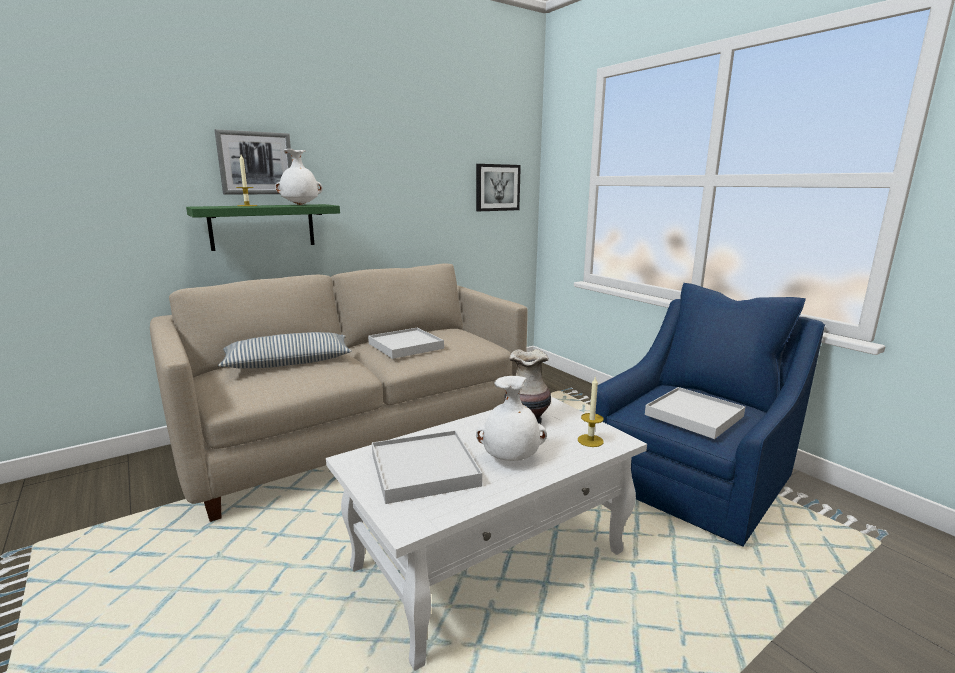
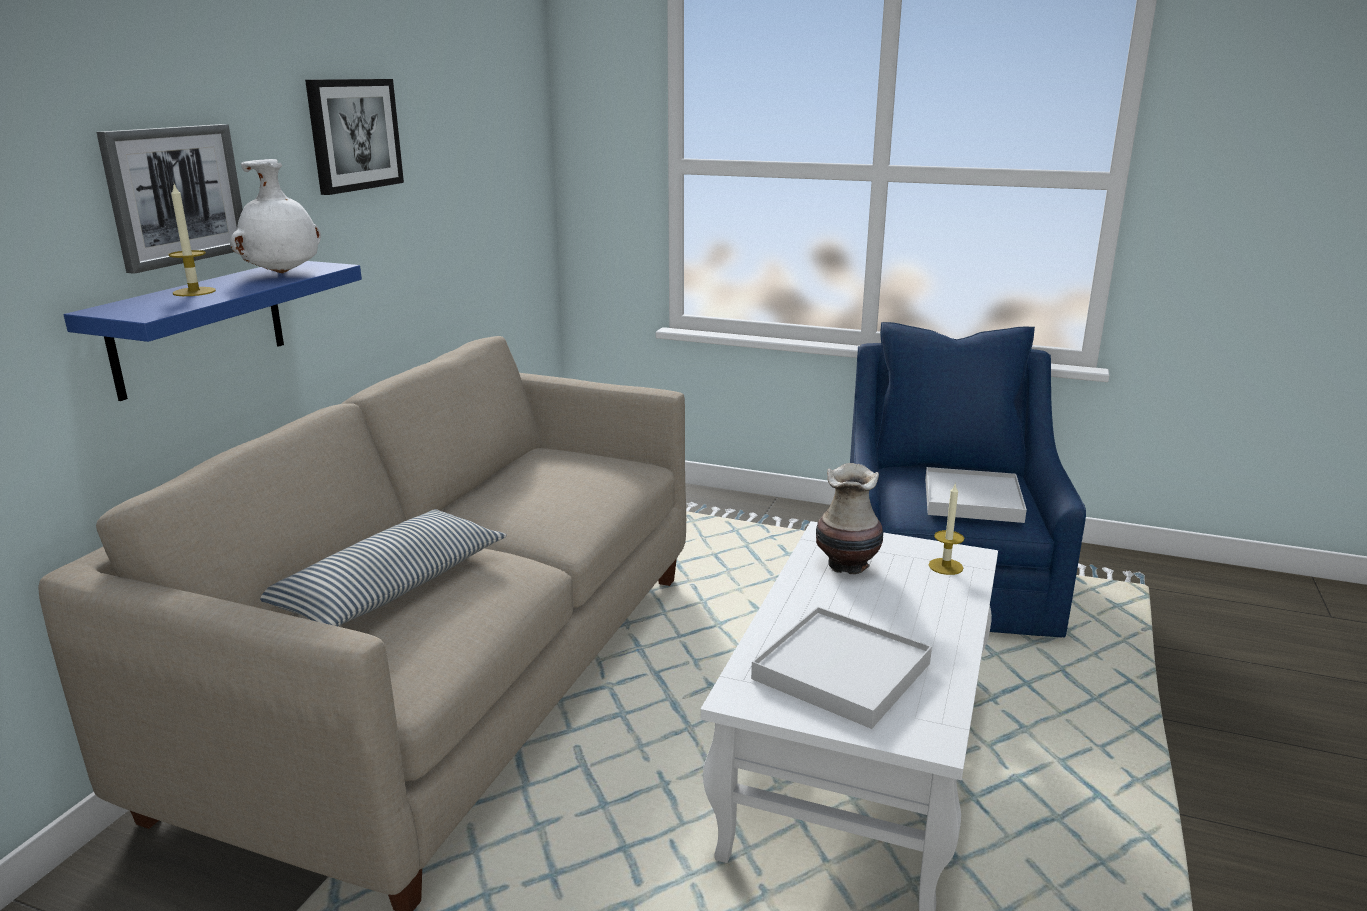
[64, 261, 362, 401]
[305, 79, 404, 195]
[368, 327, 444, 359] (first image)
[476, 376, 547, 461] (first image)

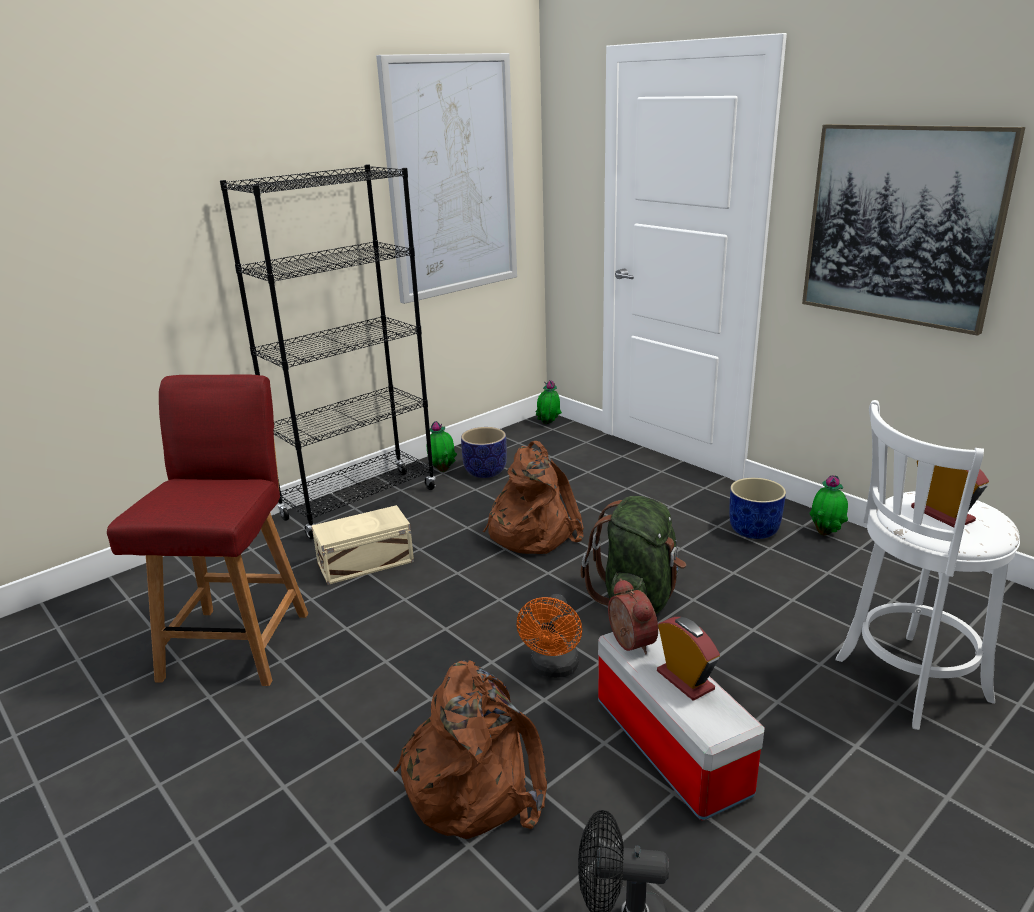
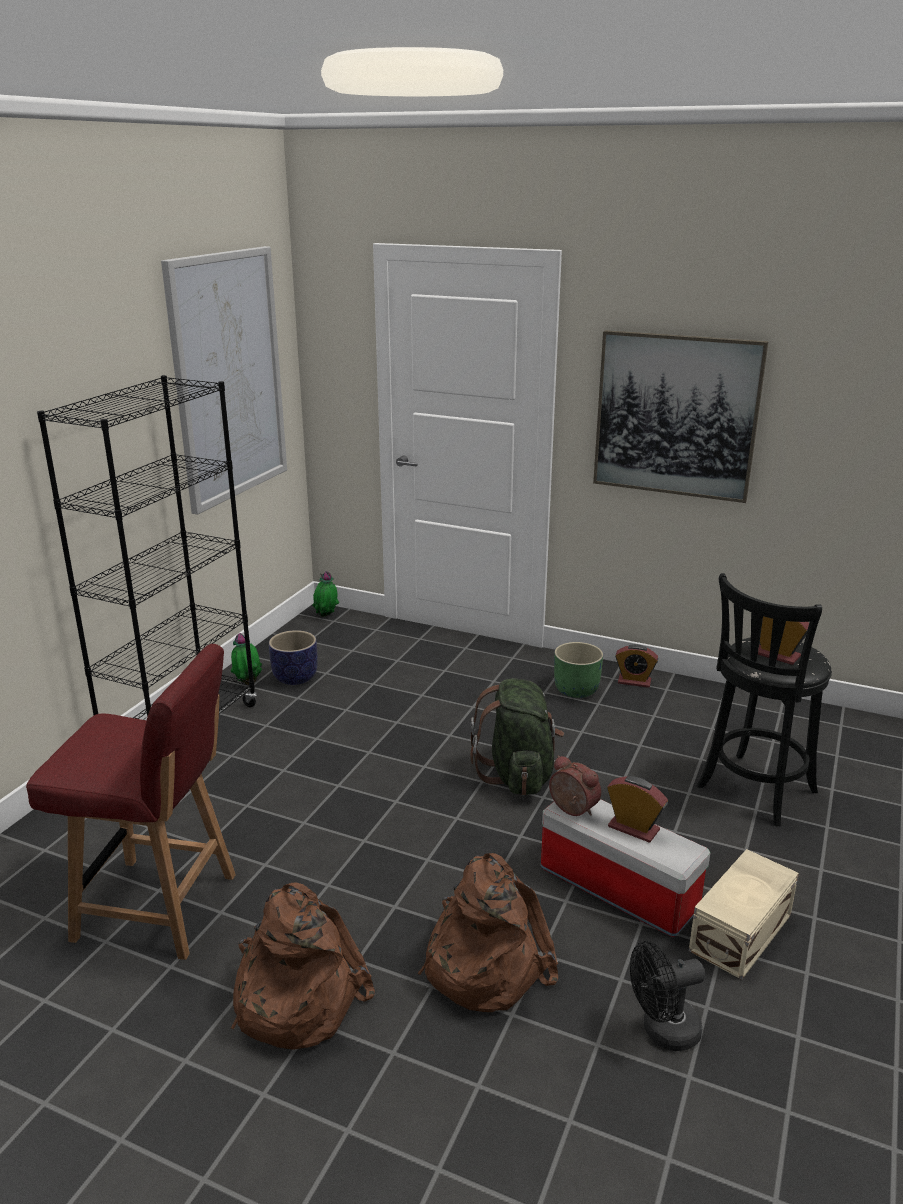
[26, 644, 236, 960]
[231, 883, 375, 1050]
[554, 642, 603, 698]
[615, 644, 658, 688]
[689, 849, 799, 980]
[697, 573, 832, 826]
[517, 594, 582, 678] (first image)

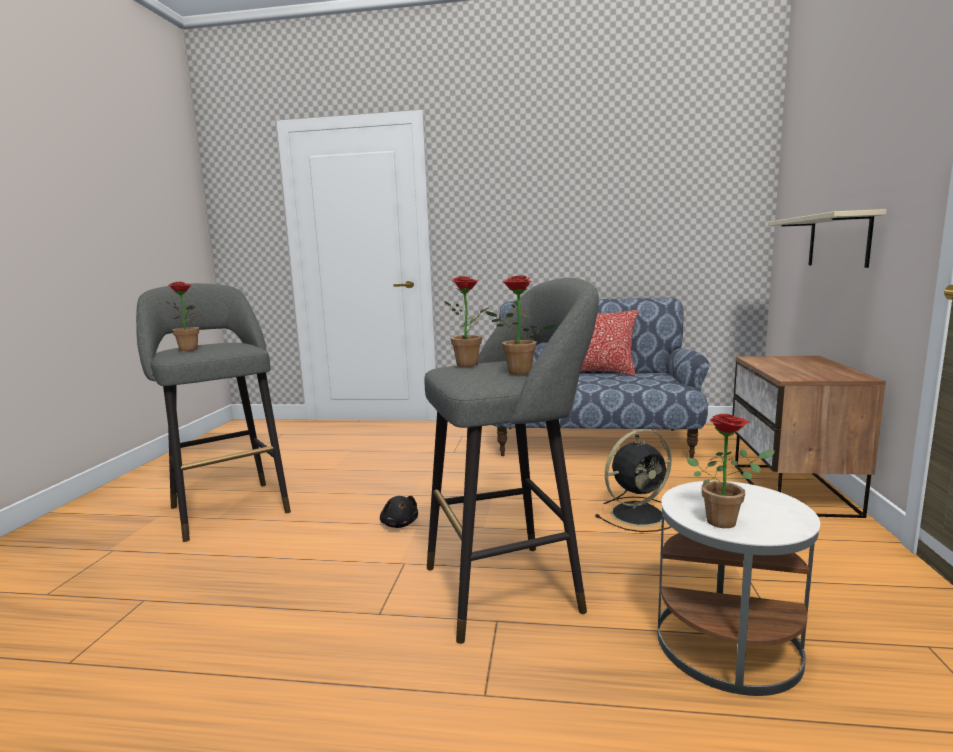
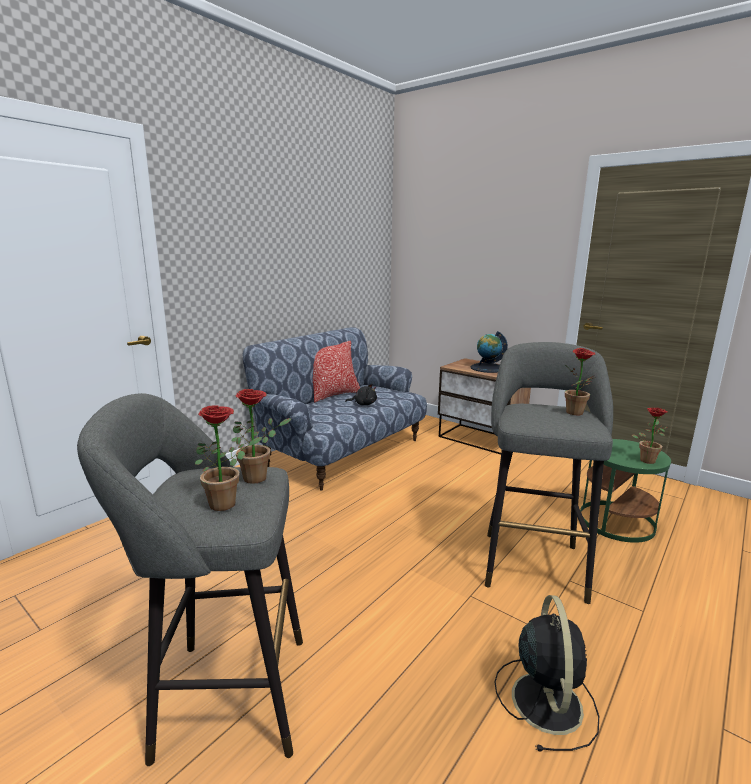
[232, 389, 291, 484]
[345, 384, 377, 405]
[471, 331, 508, 373]
[495, 595, 599, 752]
[580, 439, 671, 543]
[768, 209, 886, 268] (first image)

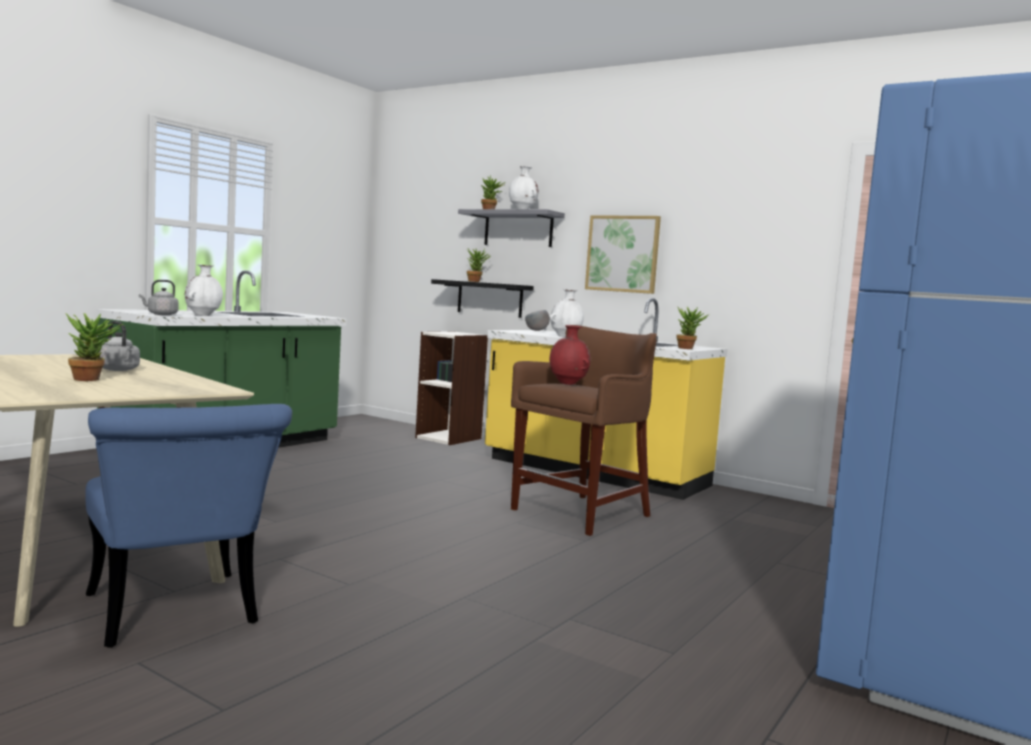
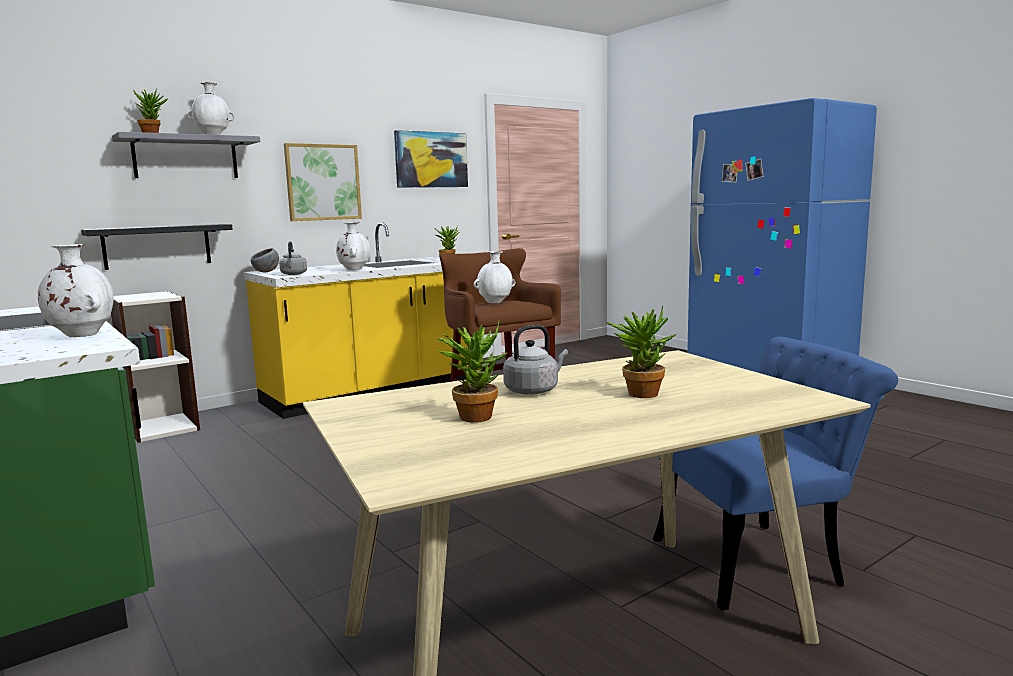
[279, 241, 307, 275]
[394, 130, 468, 188]
[438, 321, 508, 423]
[474, 251, 515, 303]

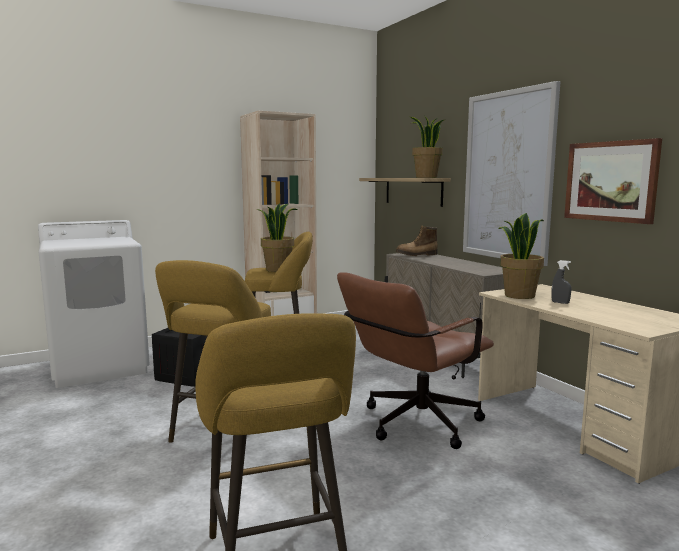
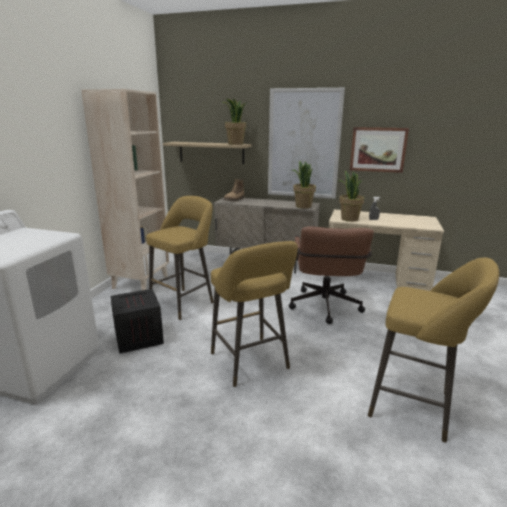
[291, 161, 316, 209]

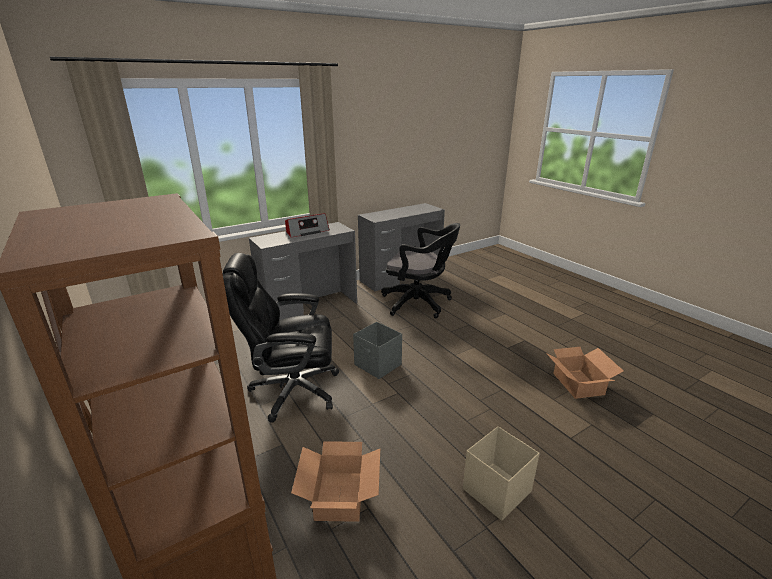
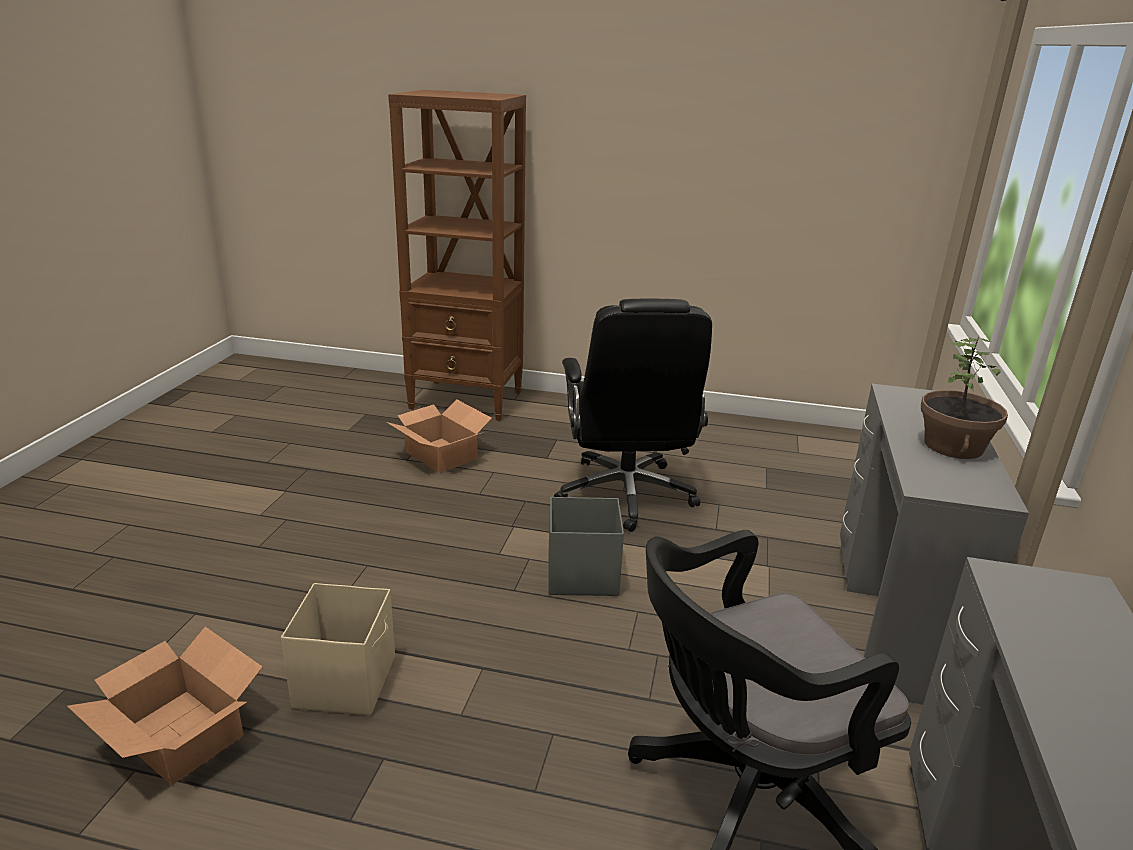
[281, 583, 395, 715]
[554, 299, 712, 532]
[921, 337, 1008, 459]

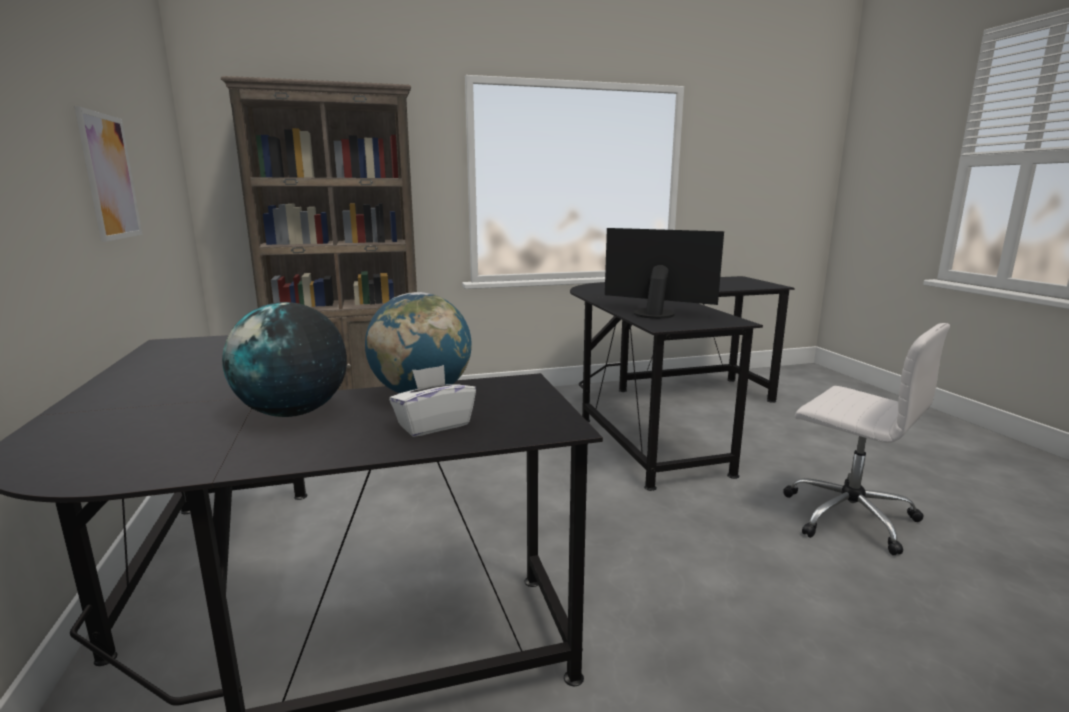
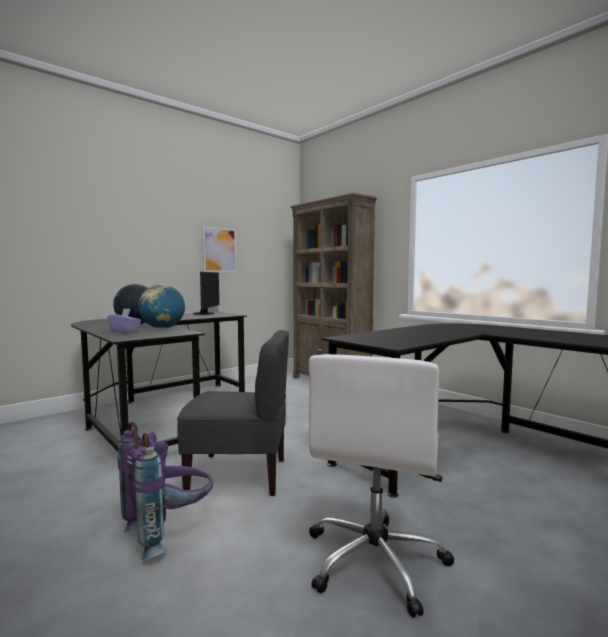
[107, 308, 141, 333]
[117, 422, 214, 560]
[177, 330, 289, 496]
[193, 272, 219, 315]

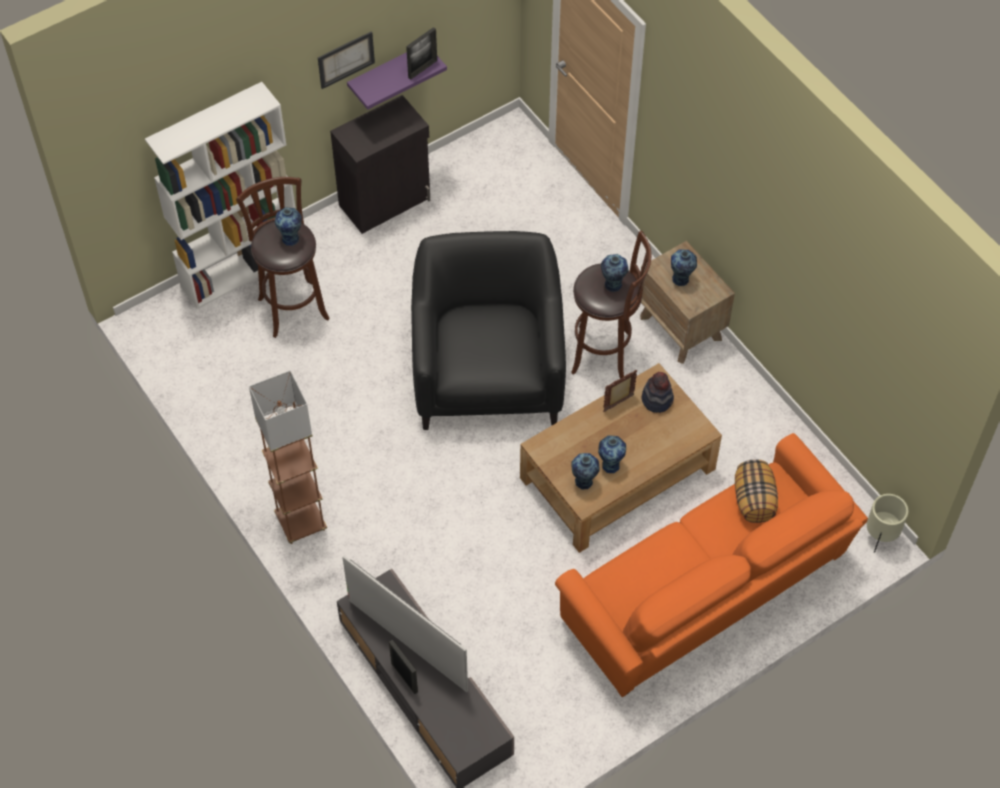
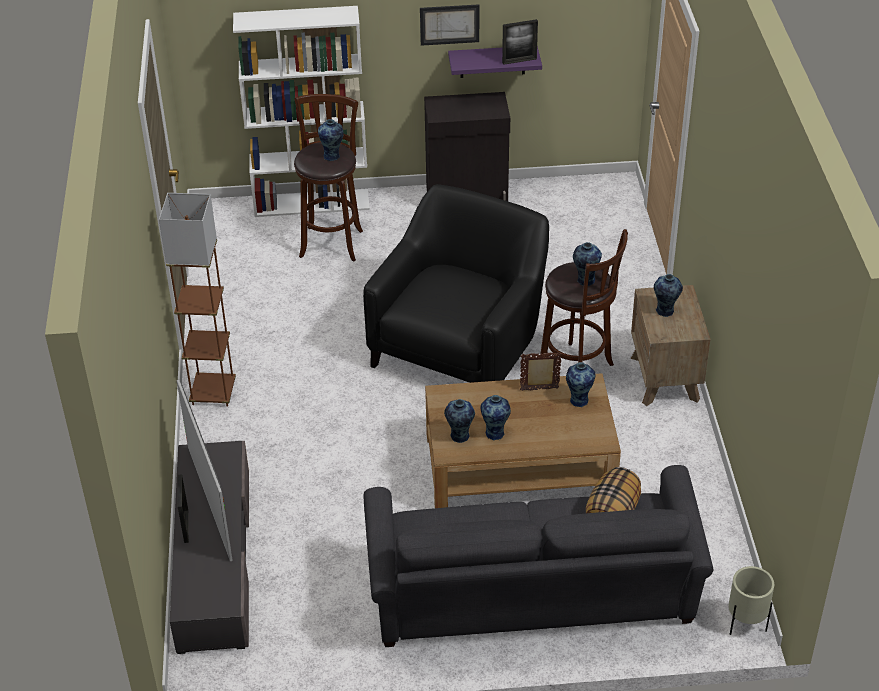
[363, 465, 713, 647]
[566, 362, 596, 407]

